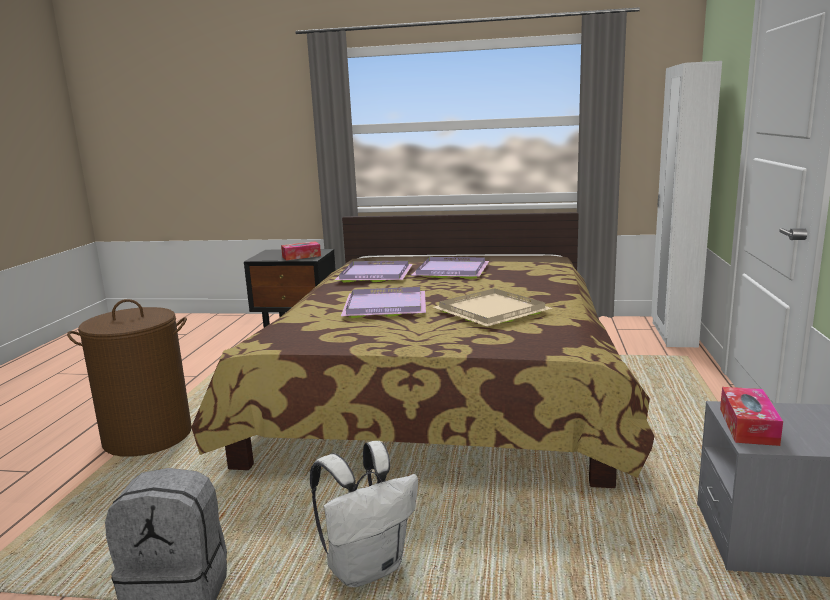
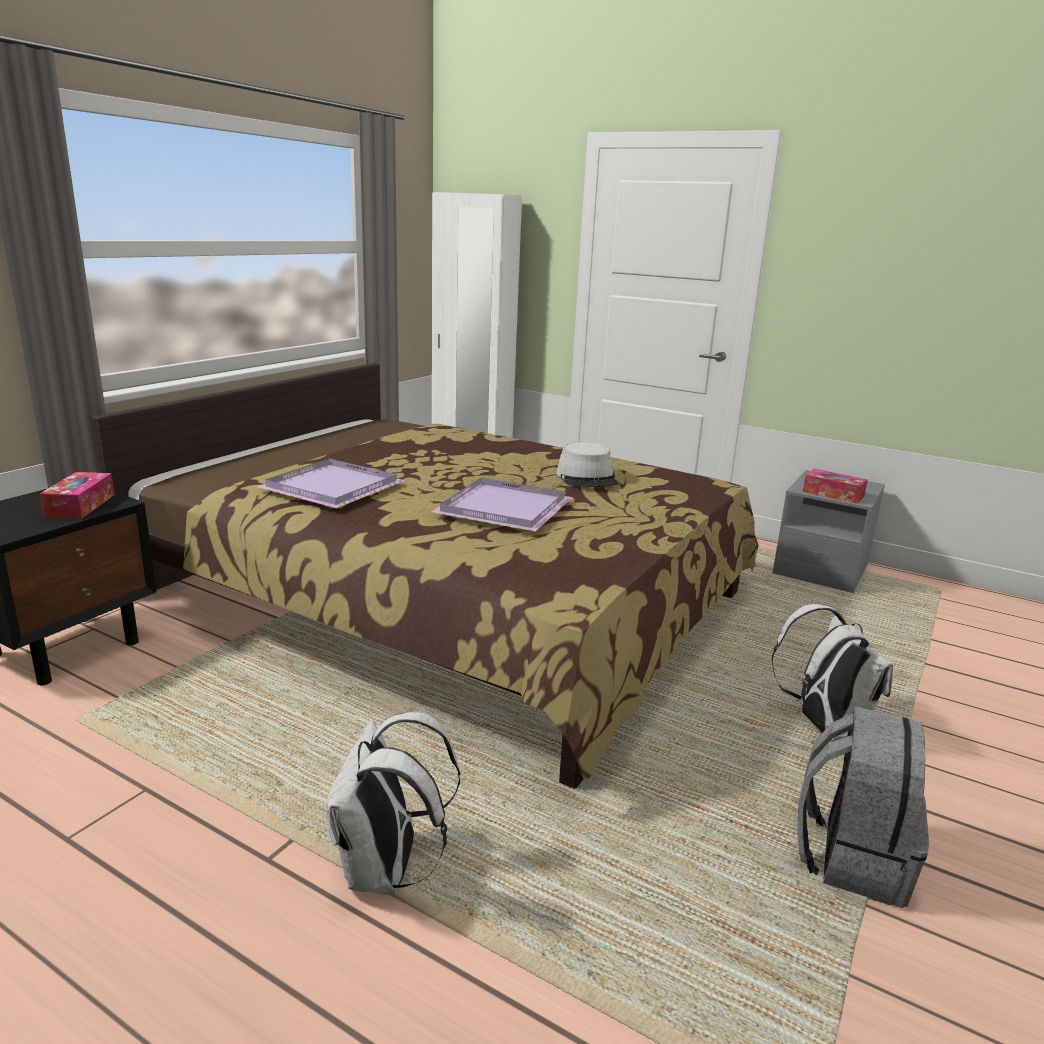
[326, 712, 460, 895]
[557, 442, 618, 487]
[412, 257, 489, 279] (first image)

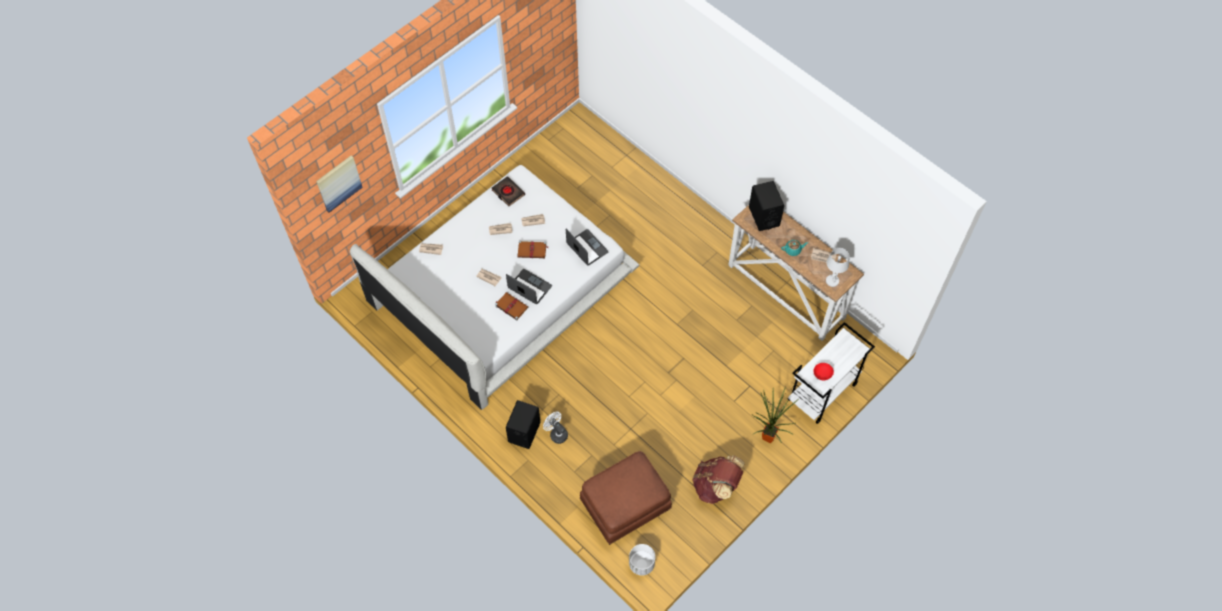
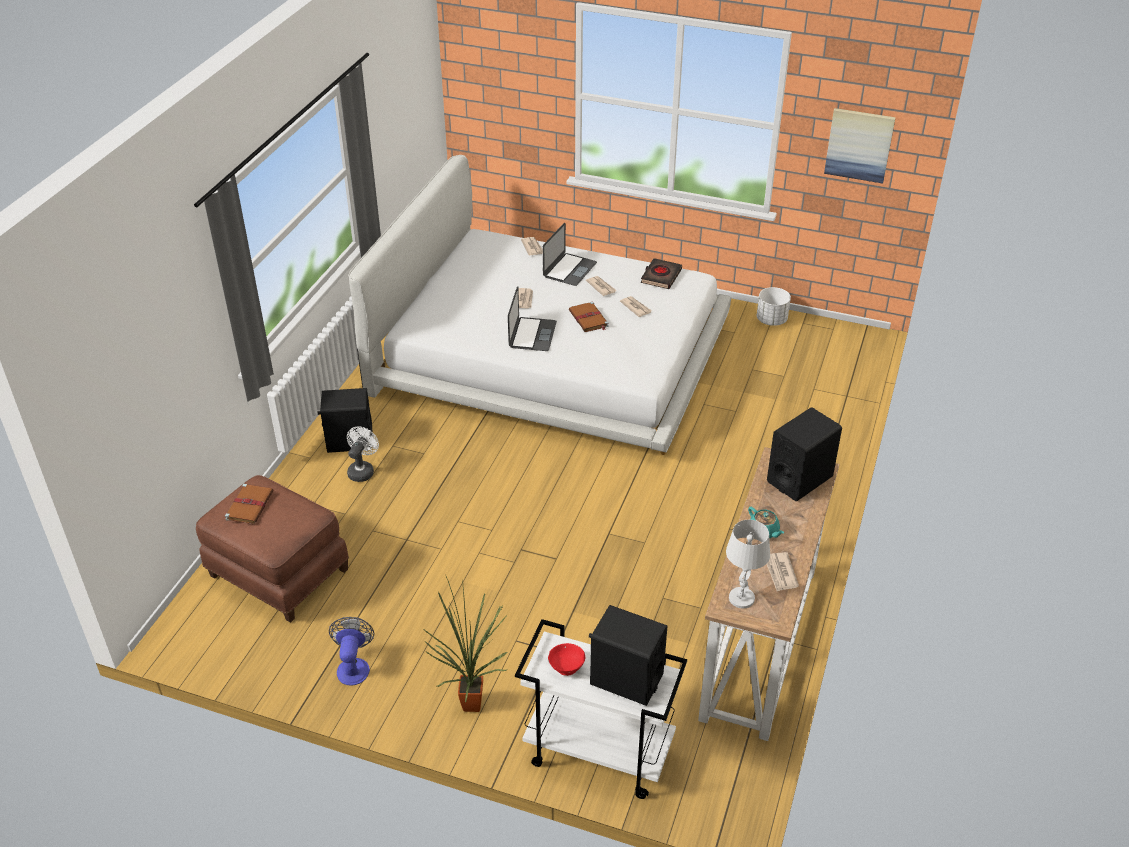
[225, 484, 273, 524]
[329, 617, 374, 685]
[543, 223, 597, 286]
[589, 605, 667, 706]
[757, 287, 791, 326]
[824, 108, 896, 183]

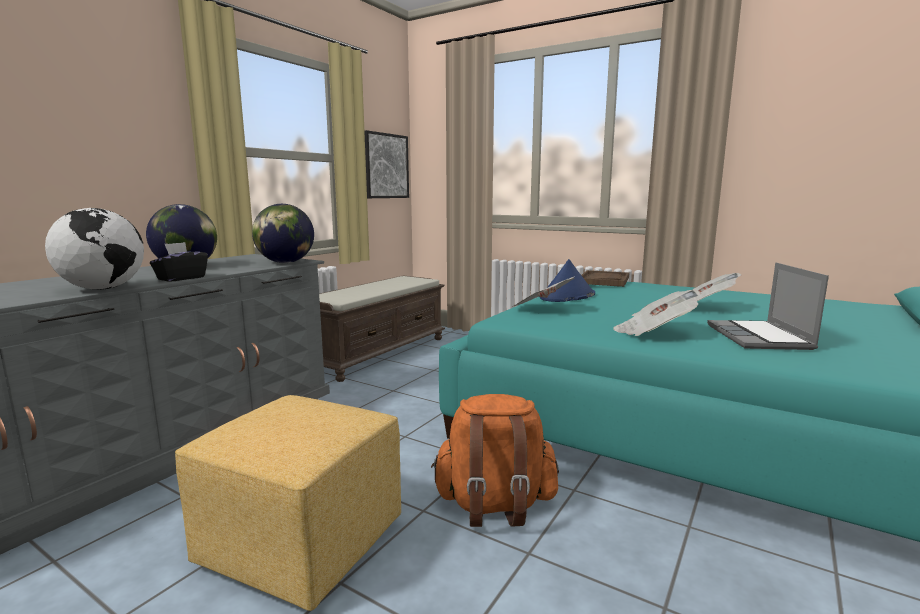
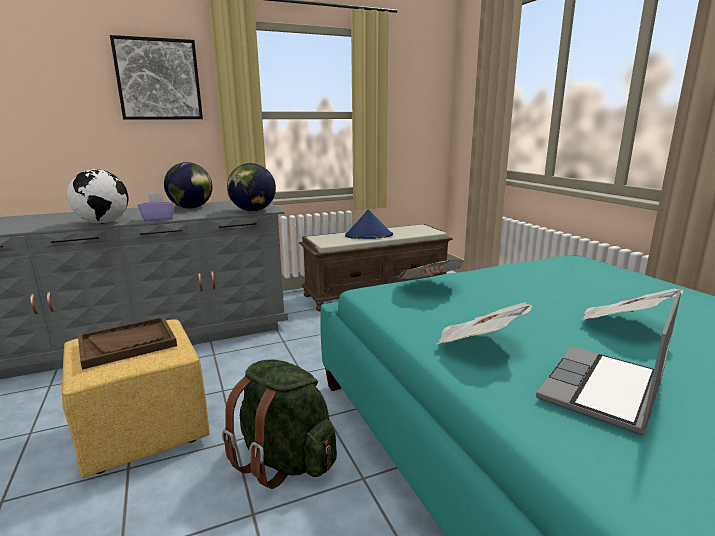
[78, 316, 177, 370]
[110, 35, 203, 120]
[138, 193, 174, 221]
[222, 359, 337, 489]
[345, 209, 393, 239]

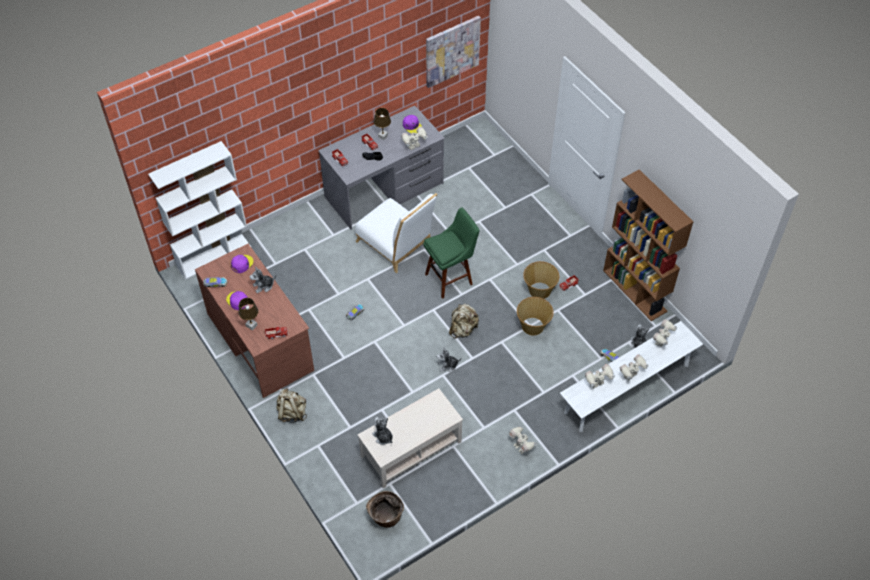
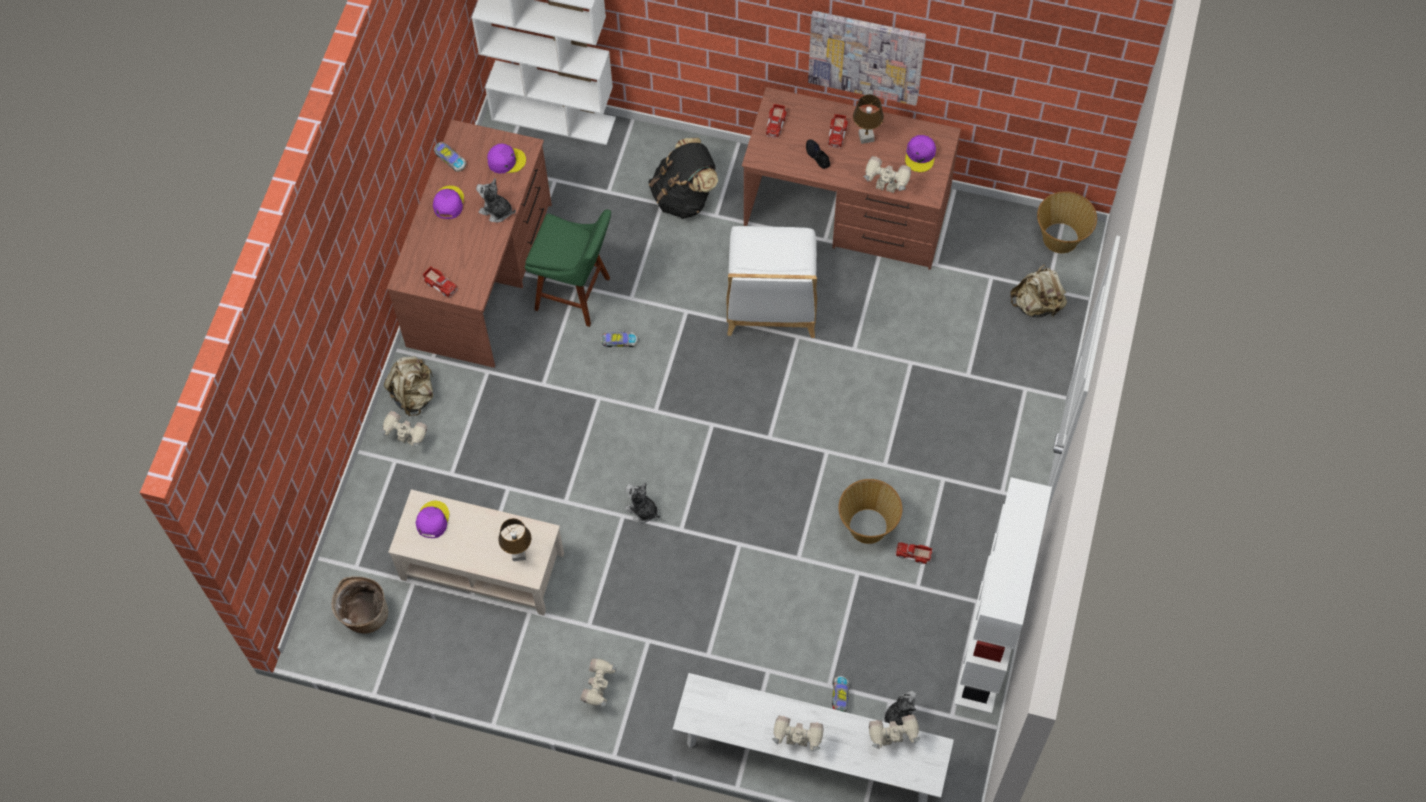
[380, 411, 427, 447]
[416, 501, 449, 538]
[498, 518, 531, 561]
[525, 209, 611, 327]
[648, 138, 718, 219]
[742, 87, 961, 270]
[808, 11, 926, 106]
[954, 477, 1052, 714]
[1011, 265, 1067, 318]
[1037, 191, 1097, 253]

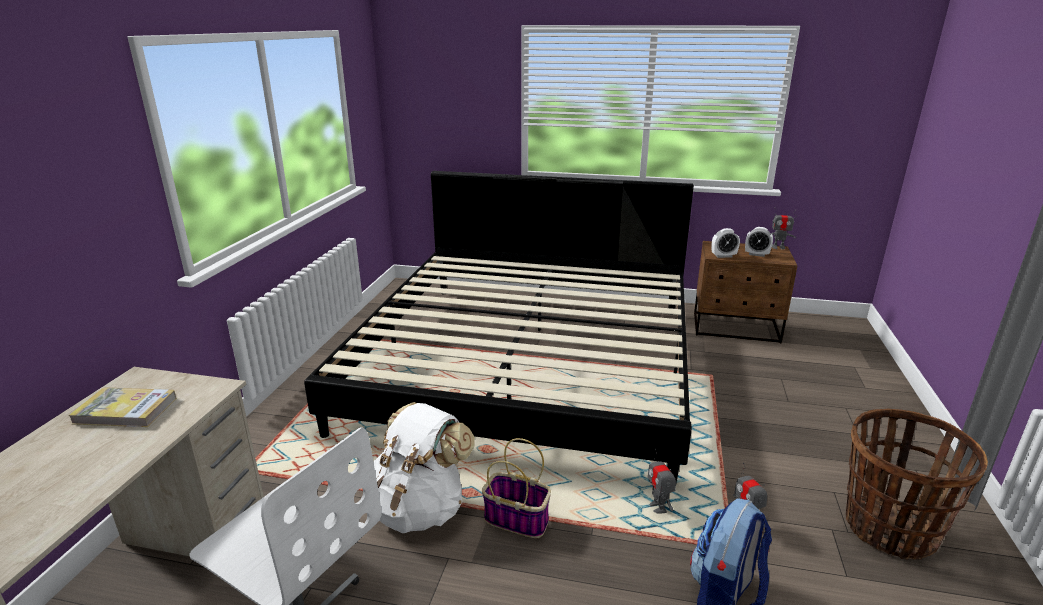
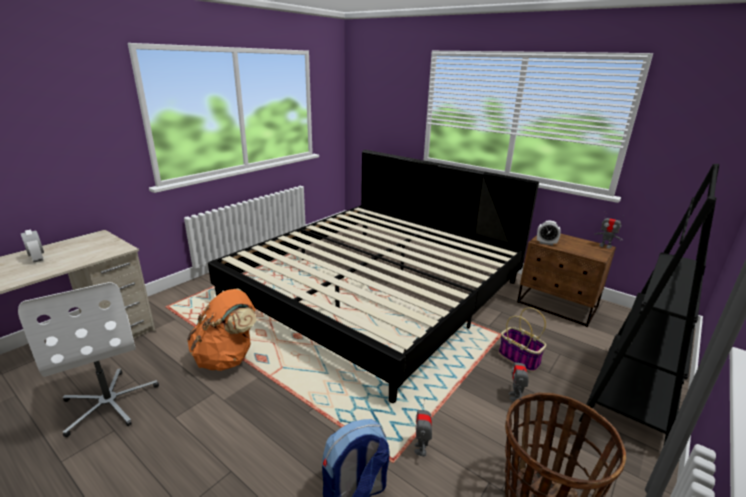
[21, 230, 44, 262]
[187, 289, 257, 371]
[499, 307, 546, 372]
[509, 353, 529, 402]
[579, 164, 719, 444]
[69, 387, 177, 427] (first image)

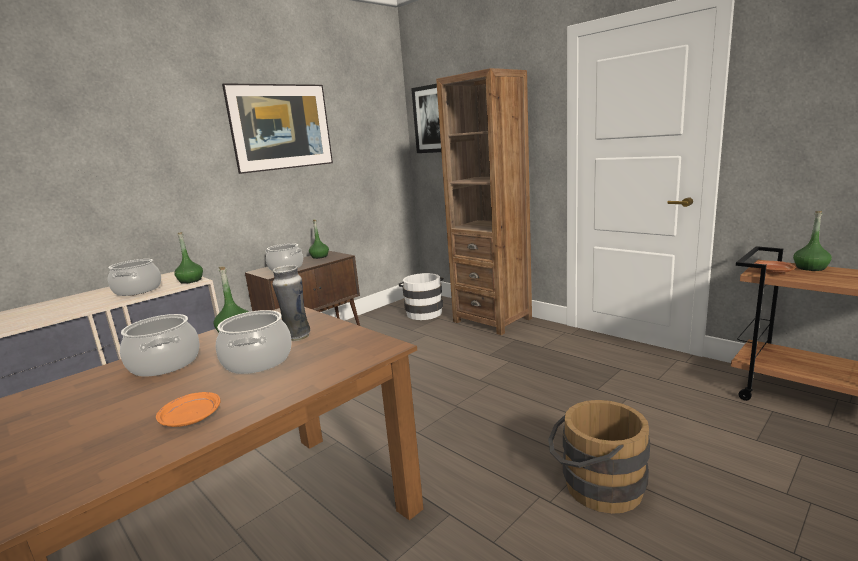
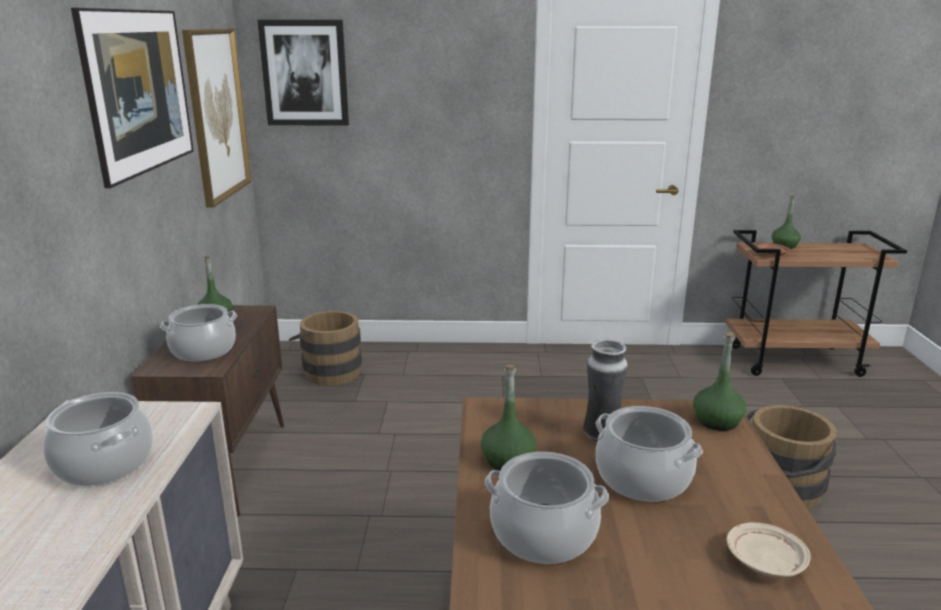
[182, 29, 252, 208]
[289, 311, 362, 386]
[693, 332, 746, 431]
[727, 522, 811, 577]
[436, 68, 532, 335] (first image)

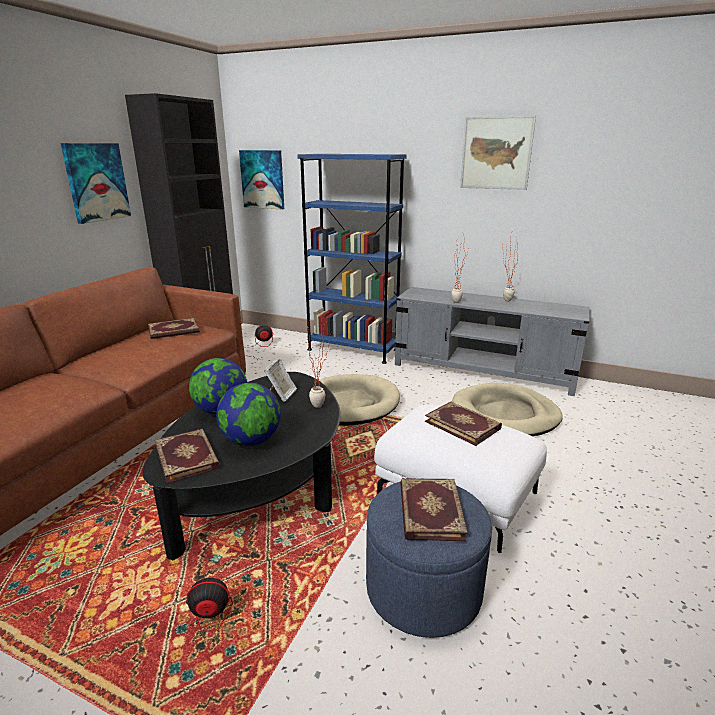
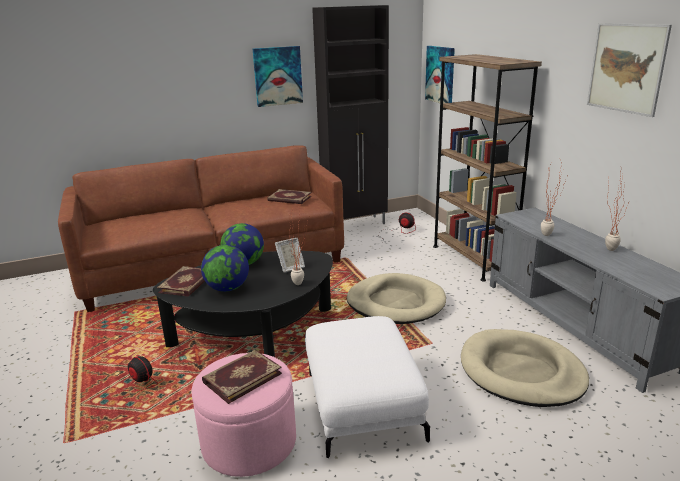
[191, 353, 296, 477]
[433, 54, 542, 282]
[425, 401, 502, 446] (first image)

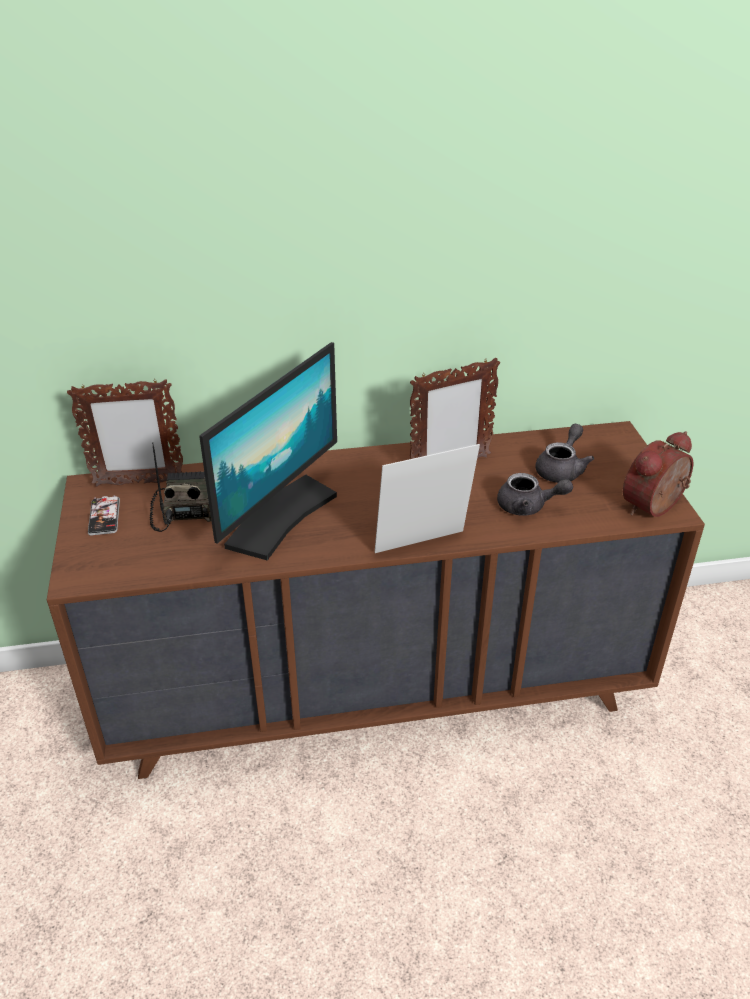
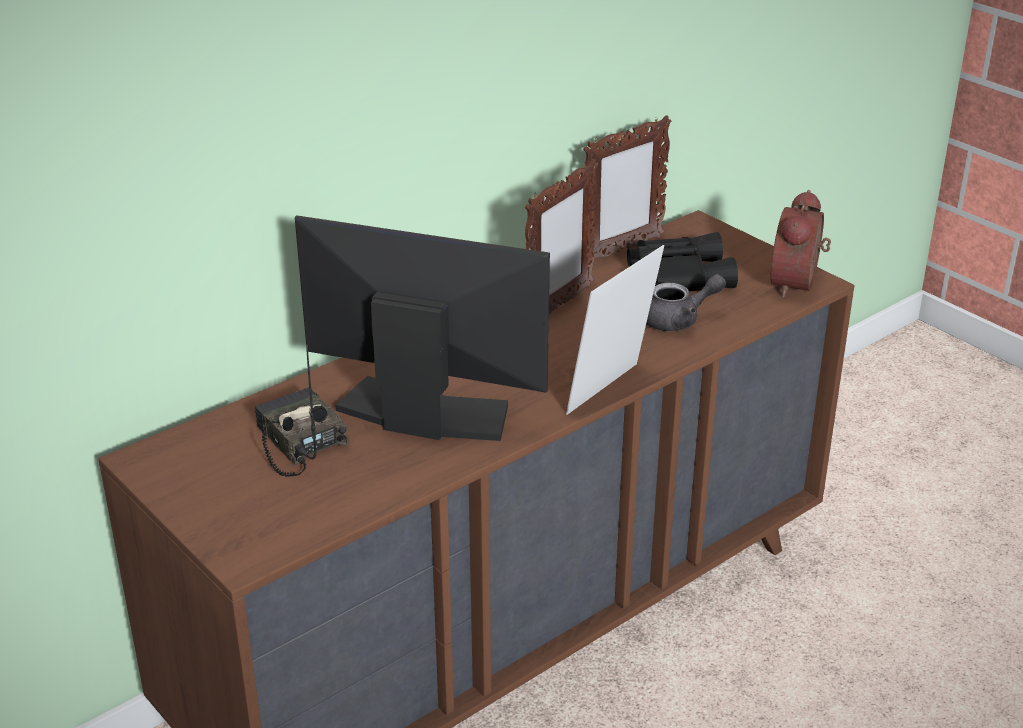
[295, 215, 550, 441]
[583, 115, 671, 263]
[627, 232, 738, 291]
[88, 495, 120, 536] (first image)

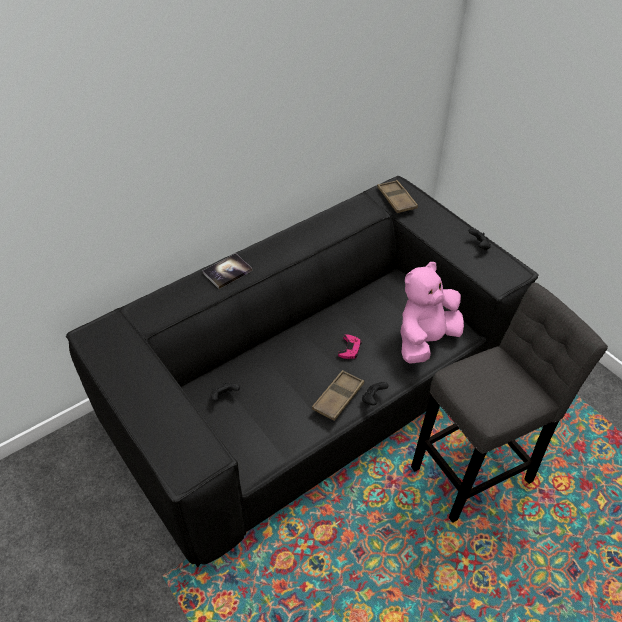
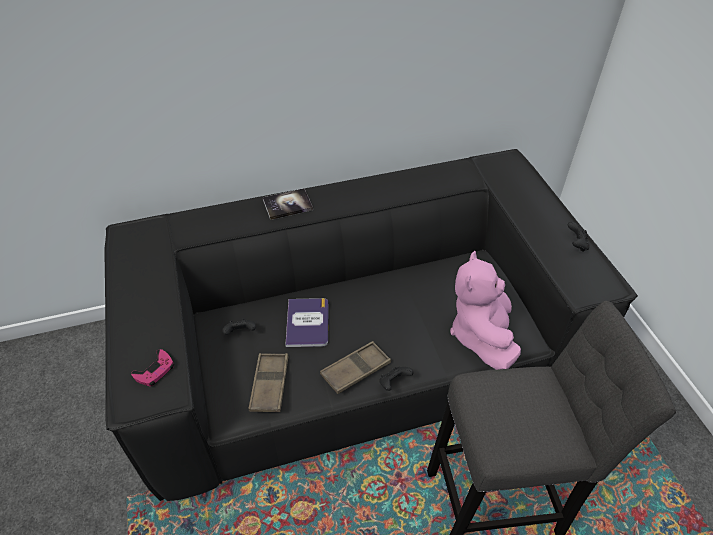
[131, 349, 174, 386]
[248, 353, 289, 412]
[286, 298, 328, 347]
[450, 251, 521, 370]

